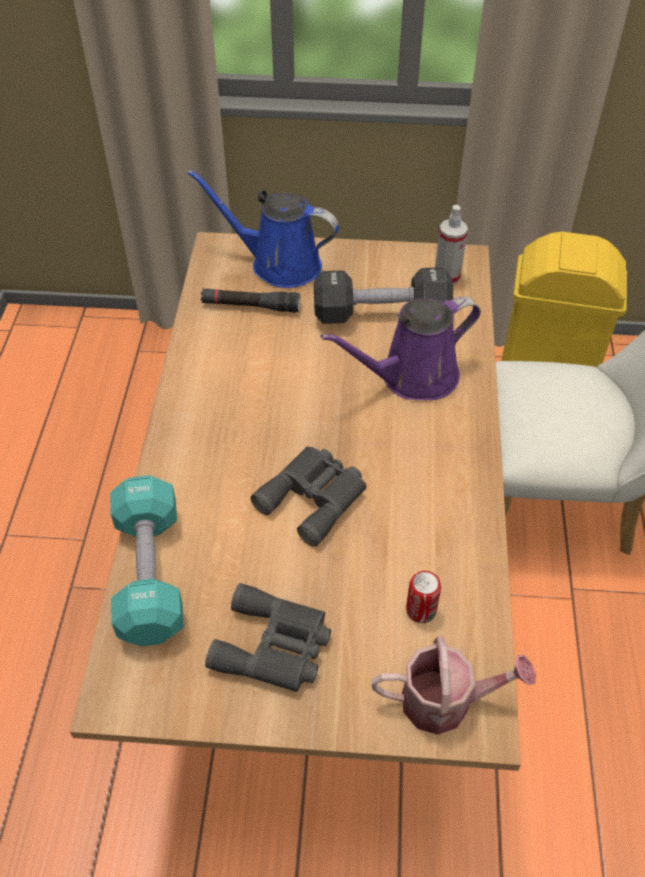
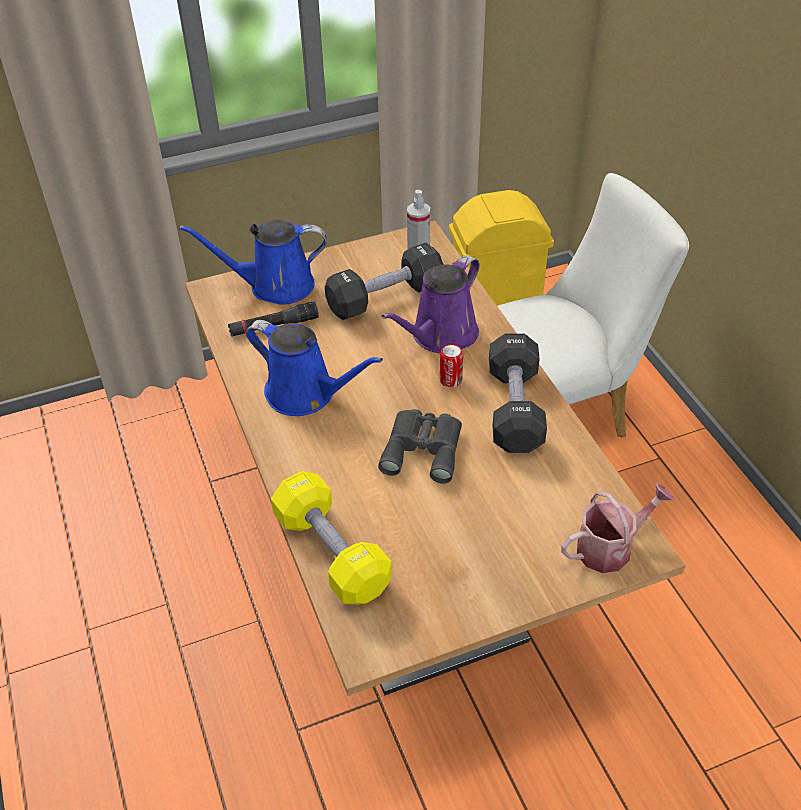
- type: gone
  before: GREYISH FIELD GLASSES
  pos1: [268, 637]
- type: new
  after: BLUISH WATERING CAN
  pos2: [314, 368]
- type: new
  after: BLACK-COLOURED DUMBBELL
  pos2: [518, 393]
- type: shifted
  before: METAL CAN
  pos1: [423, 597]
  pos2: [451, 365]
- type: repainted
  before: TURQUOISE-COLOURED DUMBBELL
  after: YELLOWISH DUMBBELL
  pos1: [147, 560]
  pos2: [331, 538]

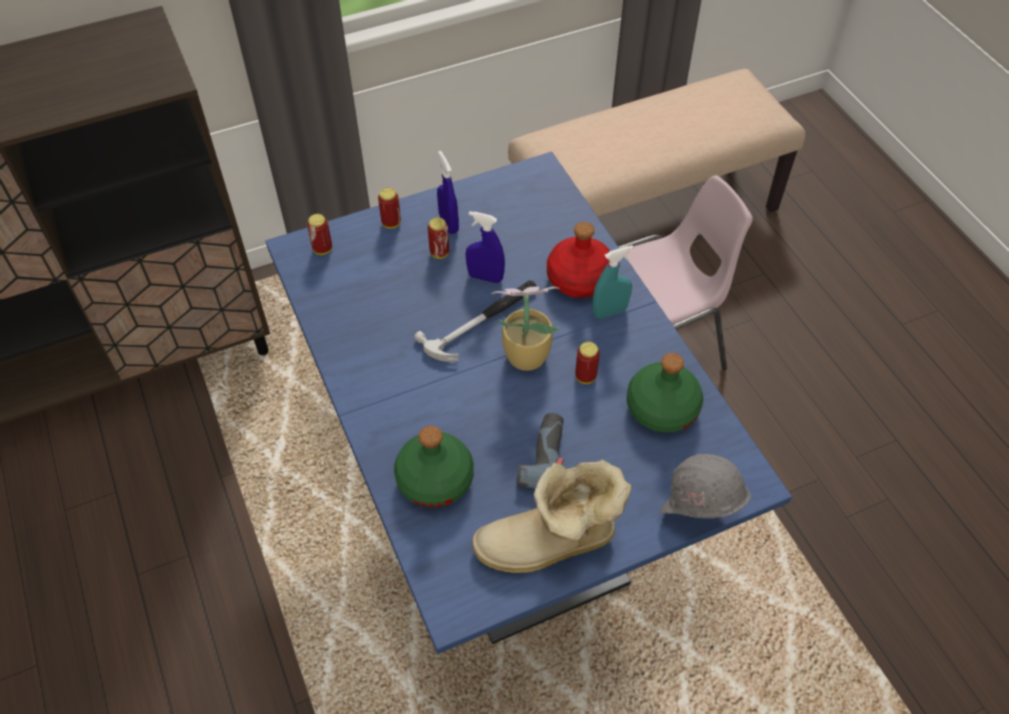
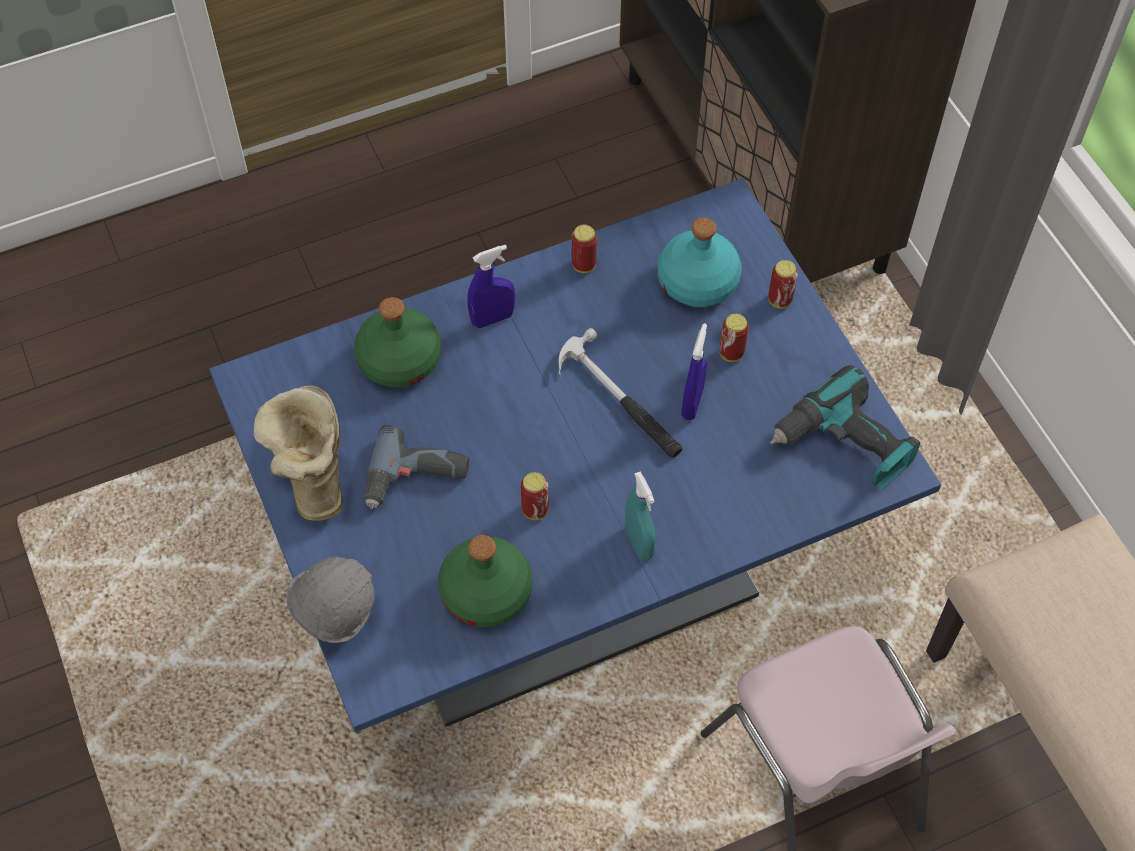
- type: gone
  before: HOUSEPLANT
  pos1: [526, 328]
- type: gone
  before: RED-COLOURED BEVERAGE BOTTLE
  pos1: [578, 260]
- type: new
  after: TURQUOISE-COLOURED BEVERAGE BOTTLE
  pos2: [700, 262]
- type: new
  after: POWER DRILL
  pos2: [845, 427]
- type: shifted
  before: METAL CAN
  pos1: [319, 234]
  pos2: [584, 249]
- type: shifted
  before: BLUISH SPRAYER
  pos1: [448, 192]
  pos2: [491, 286]

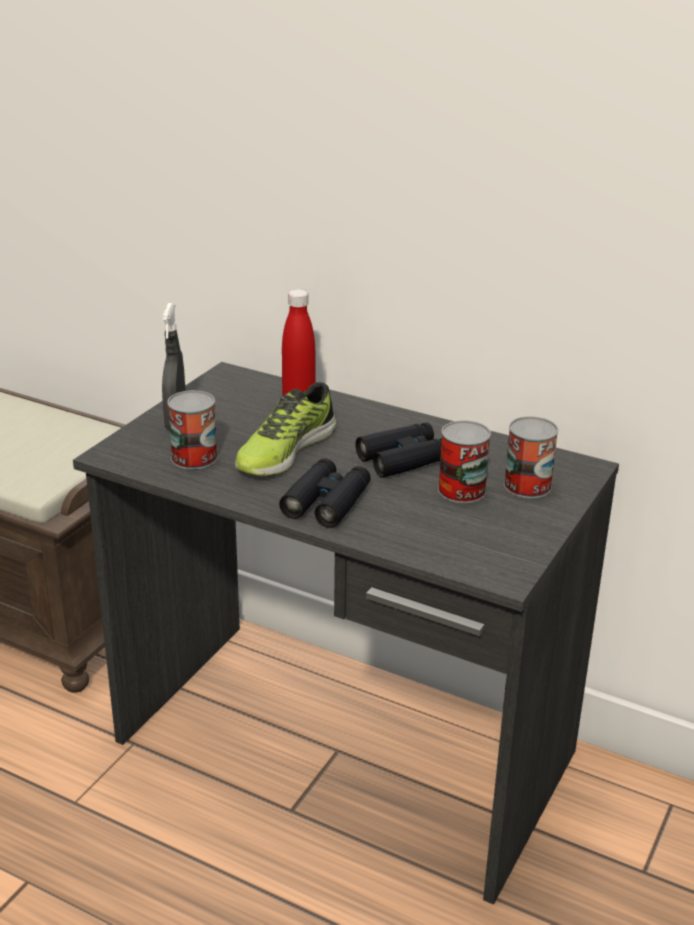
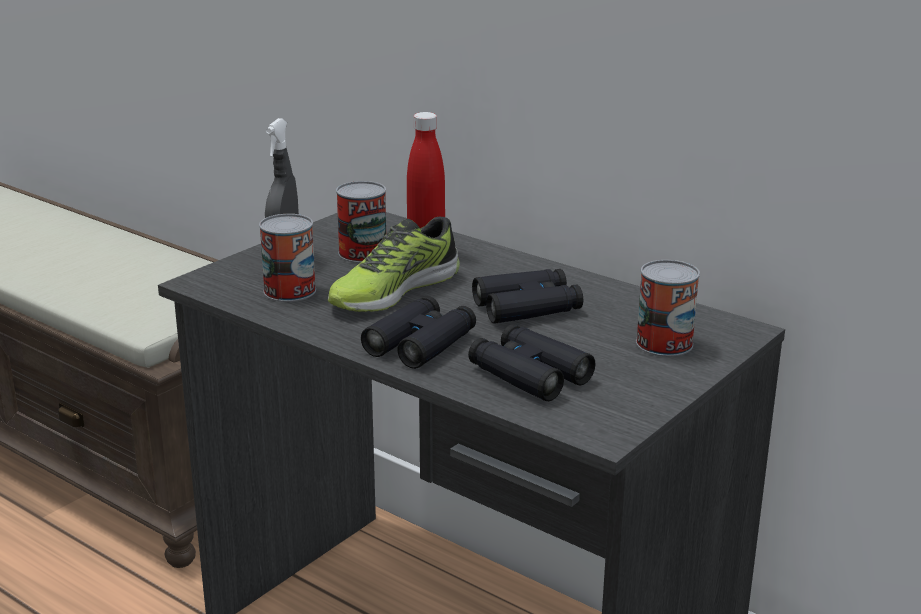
- type: new
  after: BLACK-COLOURED FIELD GLASSES
  pos2: [532, 362]
- type: shifted
  before: METAL CAN
  pos1: [464, 461]
  pos2: [361, 222]

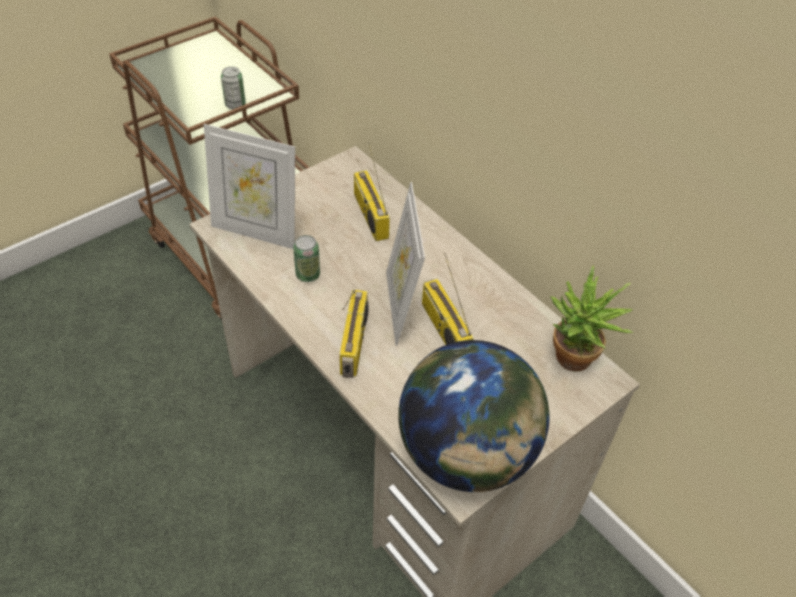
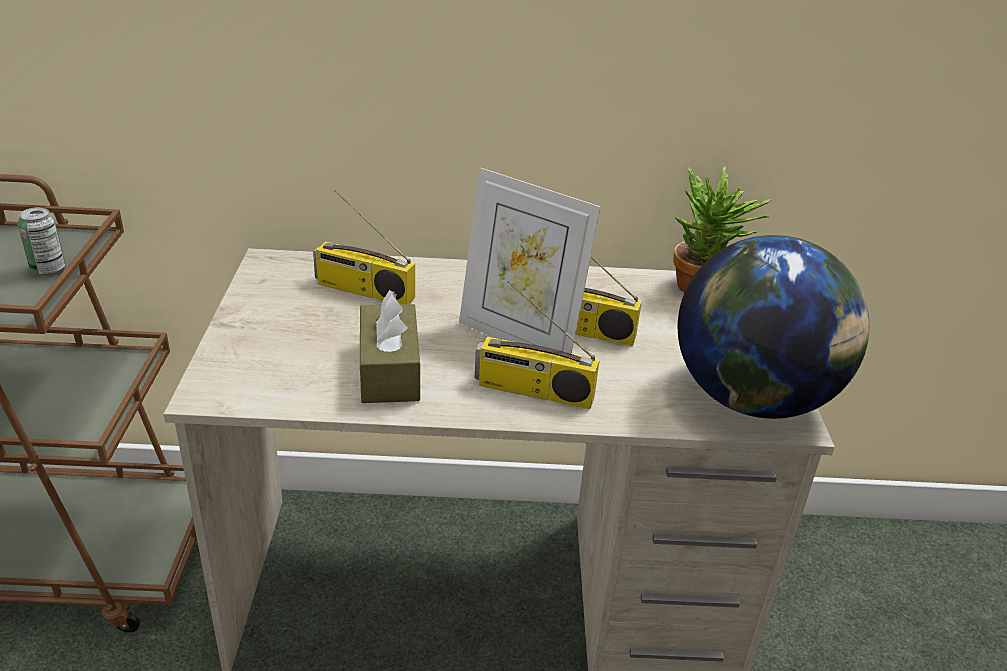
- type: gone
  before: PHOTO FRAME
  pos1: [249, 186]
- type: swapped
  before: METAL CAN
  after: BROWNISH TISSUE BOX
  pos1: [306, 258]
  pos2: [390, 346]
- type: rotated
  before: RADIO SET
  pos1: [353, 334]
  pos2: [537, 344]
  turn: 150

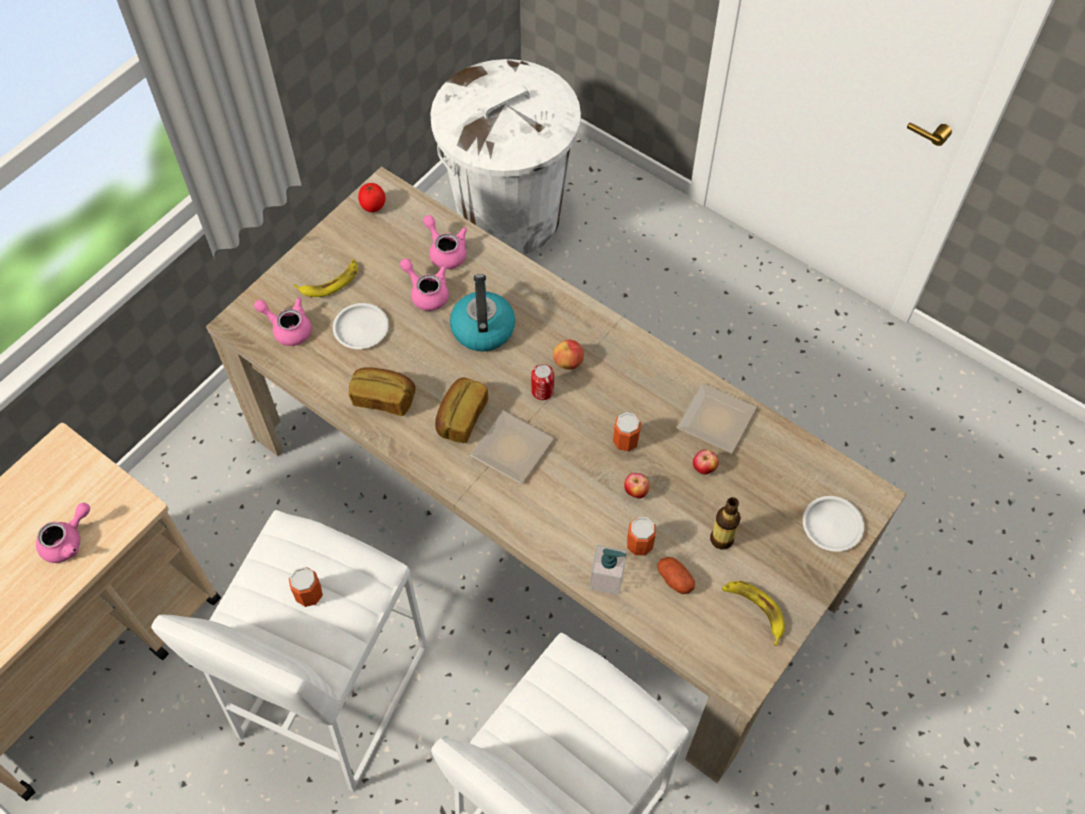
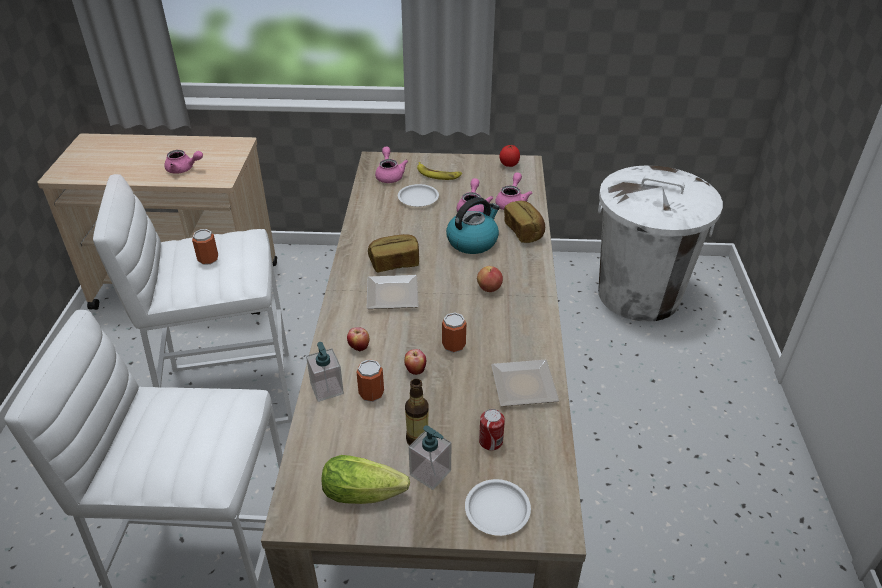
- type: gone
  before: SPUD
  pos1: [676, 575]
- type: new
  after: SOAP DISPENSER
  pos2: [430, 457]
- type: shifted
  before: BREAD
  pos1: [382, 392]
  pos2: [524, 222]
- type: shifted
  before: METAL CAN
  pos1: [542, 382]
  pos2: [492, 430]
- type: shifted
  before: APPLE FRUIT
  pos1: [706, 462]
  pos2: [358, 339]
- type: swapped
  before: BANANA FRUIT
  after: LETTUCE
  pos1: [753, 613]
  pos2: [365, 479]

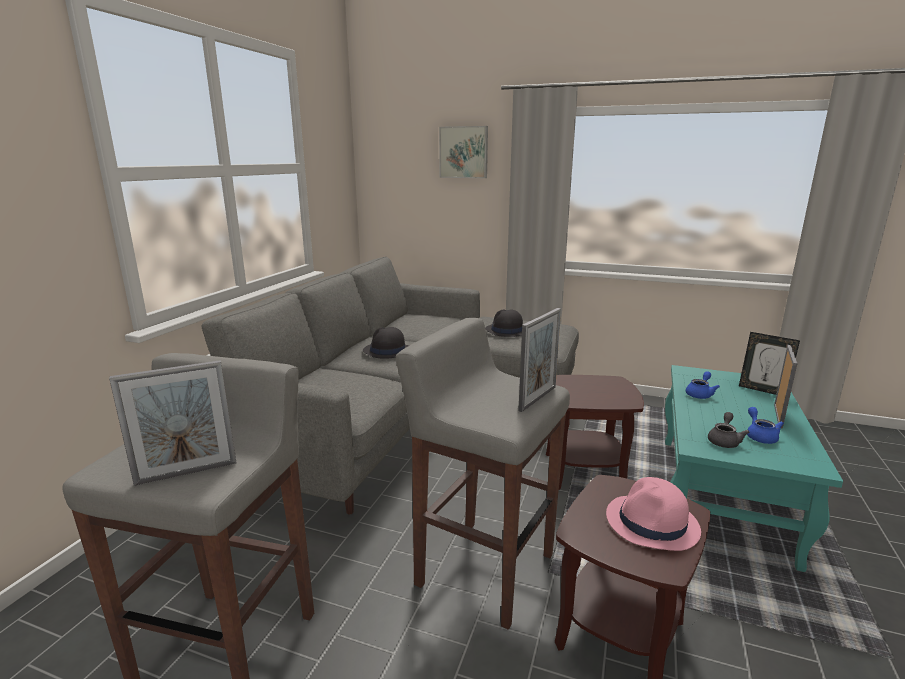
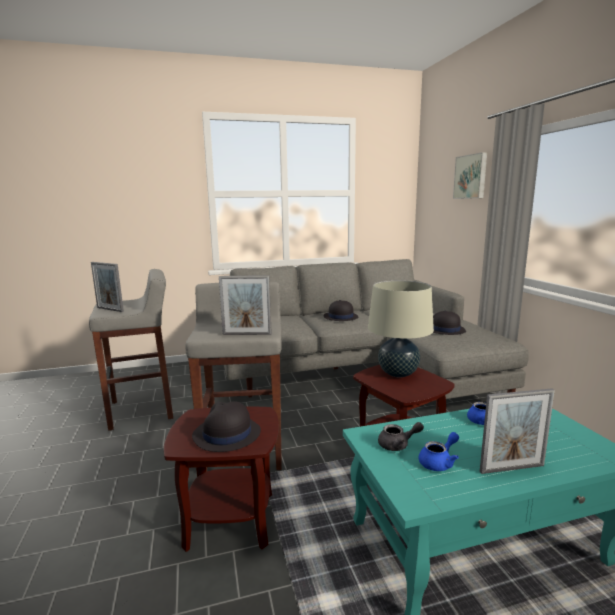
- type: gone
  before: PHOTO FRAME
  pos1: [769, 363]
- type: new
  after: SAND-COLOURED LAMP FOR A TABLE
  pos2: [401, 329]
- type: repainted
  before: PINKISH HAT
  after: BLACK-COLOURED HAT
  pos1: [653, 514]
  pos2: [226, 426]

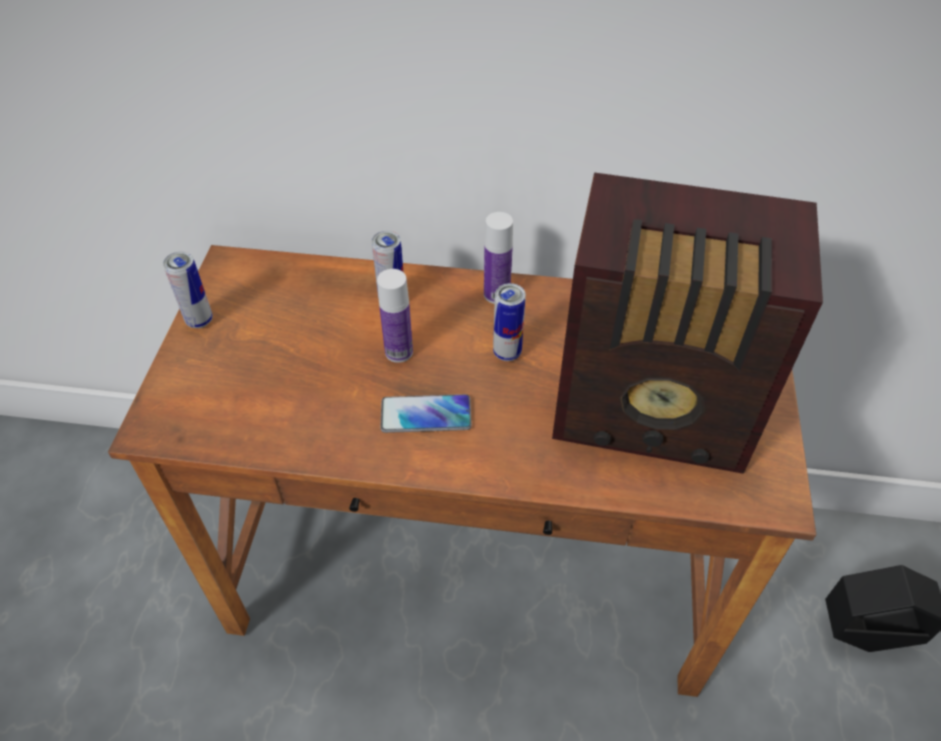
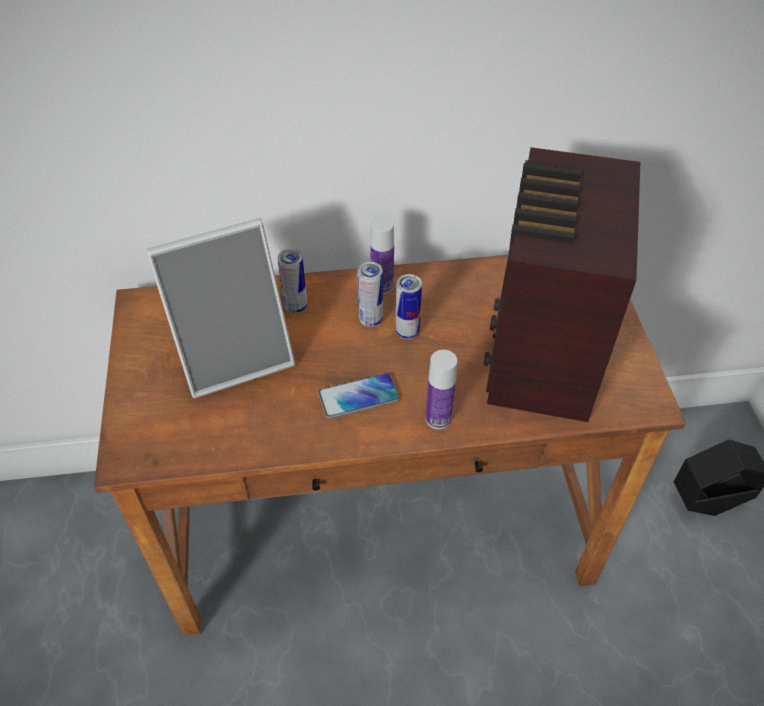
- type: new
  after: PHOTO FRAME
  pos2: [220, 308]
- type: shifted
  before: METAL CAN
  pos1: [188, 289]
  pos2: [370, 294]
- type: shifted
  before: BEVERAGE BOTTLE
  pos1: [395, 316]
  pos2: [441, 389]
- type: rotated
  before: RADIO SET
  pos1: [687, 323]
  pos2: [562, 284]
  turn: 105

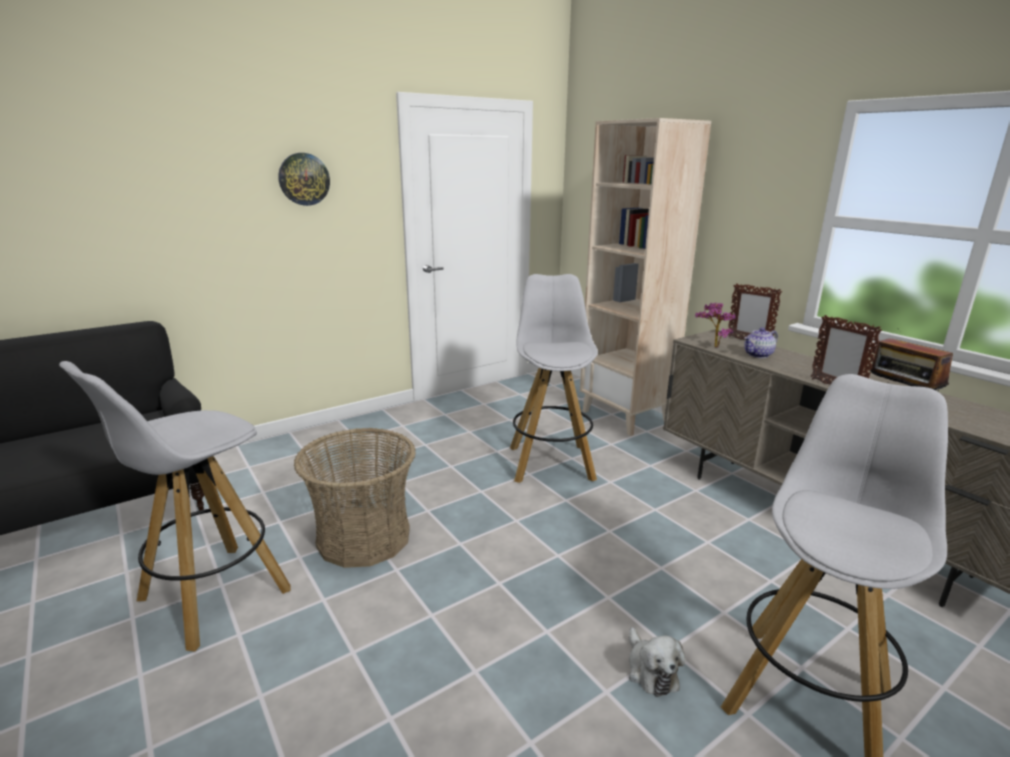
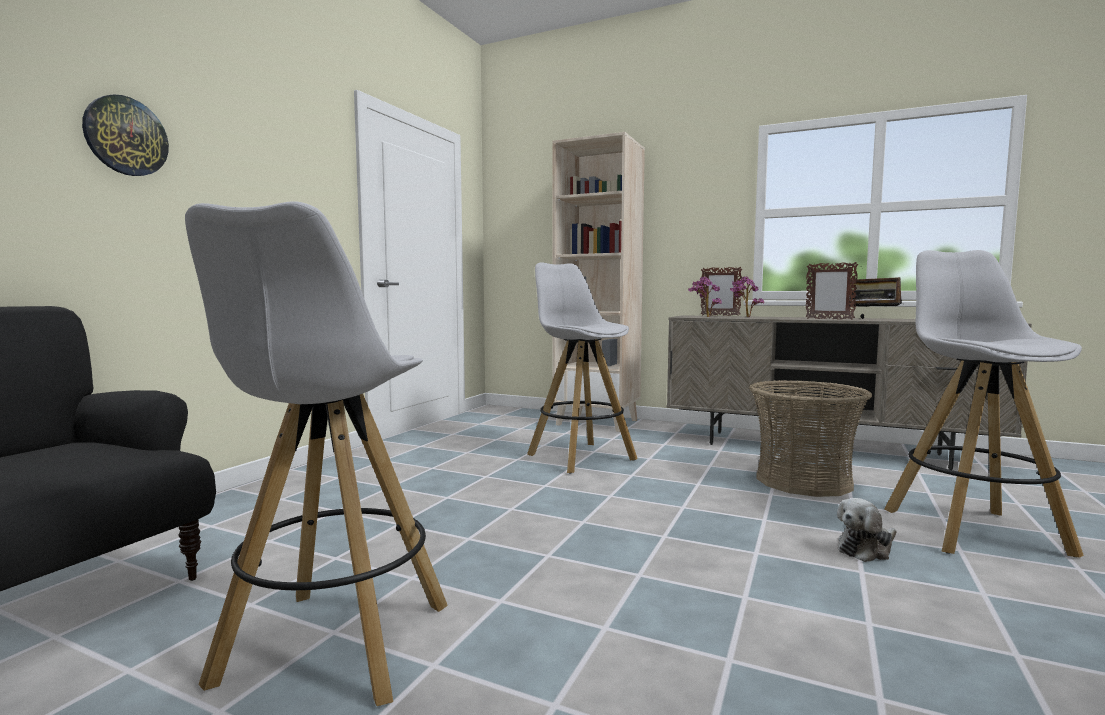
- type: shifted
  before: CLOCK ON THE WALL
  pos1: [304, 179]
  pos2: [125, 135]
- type: shifted
  before: HOUSEHOLD BASKET
  pos1: [355, 498]
  pos2: [810, 438]
- type: swapped
  before: POT FOR TEA
  after: HOUSEPLANT
  pos1: [761, 343]
  pos2: [747, 297]
- type: rotated
  before: CUDDLY TOY
  pos1: [657, 662]
  pos2: [866, 530]
  turn: 105

